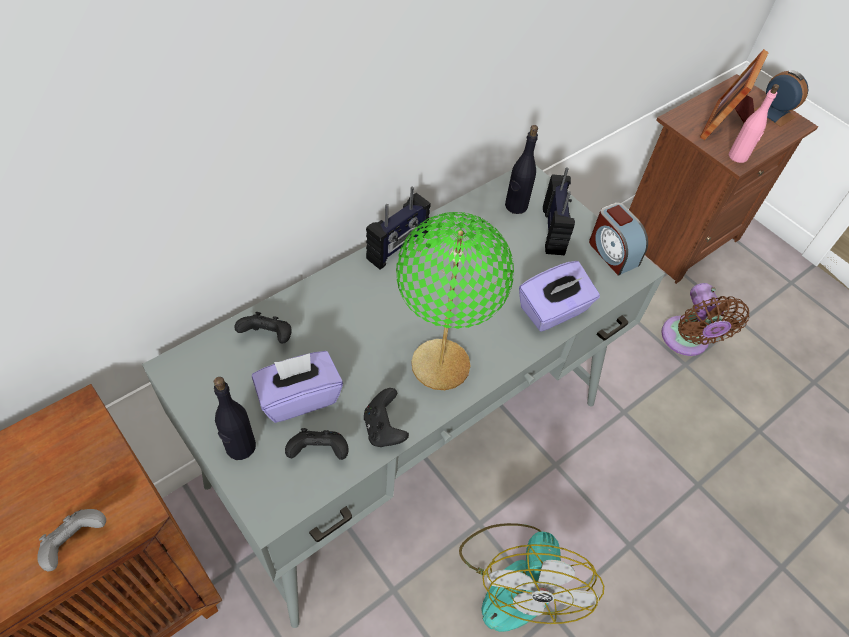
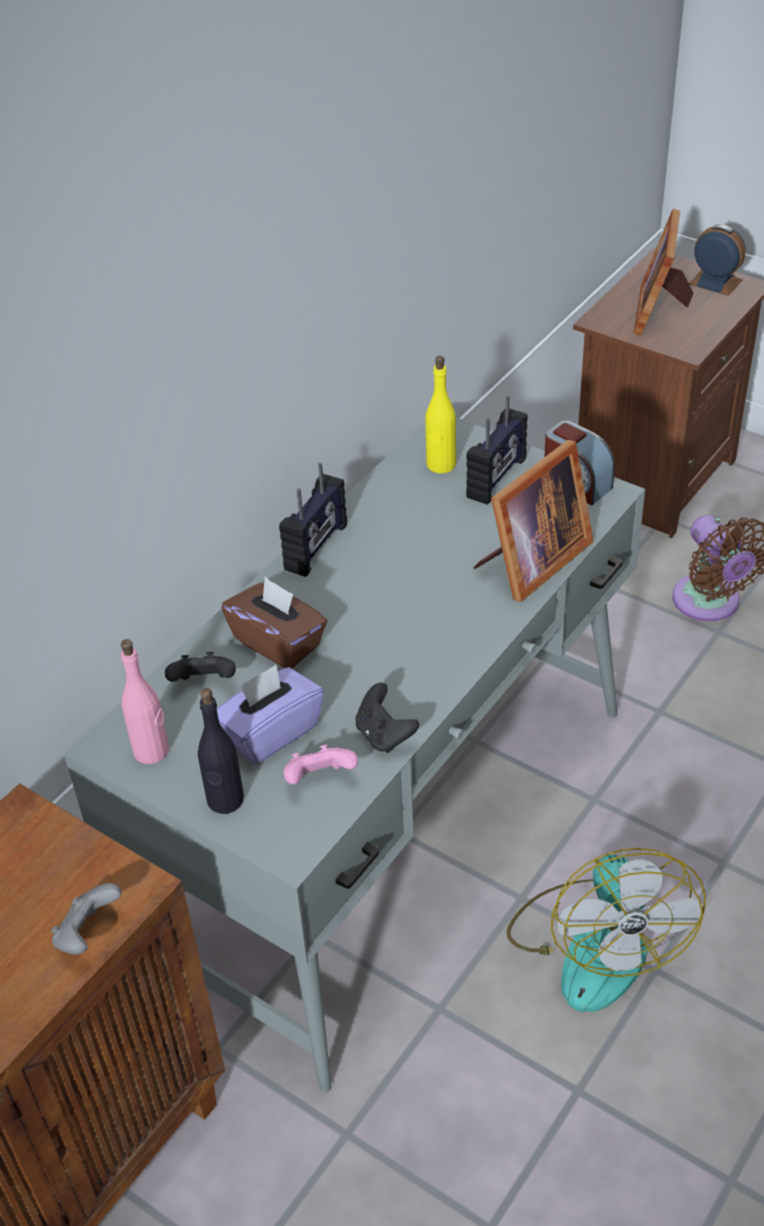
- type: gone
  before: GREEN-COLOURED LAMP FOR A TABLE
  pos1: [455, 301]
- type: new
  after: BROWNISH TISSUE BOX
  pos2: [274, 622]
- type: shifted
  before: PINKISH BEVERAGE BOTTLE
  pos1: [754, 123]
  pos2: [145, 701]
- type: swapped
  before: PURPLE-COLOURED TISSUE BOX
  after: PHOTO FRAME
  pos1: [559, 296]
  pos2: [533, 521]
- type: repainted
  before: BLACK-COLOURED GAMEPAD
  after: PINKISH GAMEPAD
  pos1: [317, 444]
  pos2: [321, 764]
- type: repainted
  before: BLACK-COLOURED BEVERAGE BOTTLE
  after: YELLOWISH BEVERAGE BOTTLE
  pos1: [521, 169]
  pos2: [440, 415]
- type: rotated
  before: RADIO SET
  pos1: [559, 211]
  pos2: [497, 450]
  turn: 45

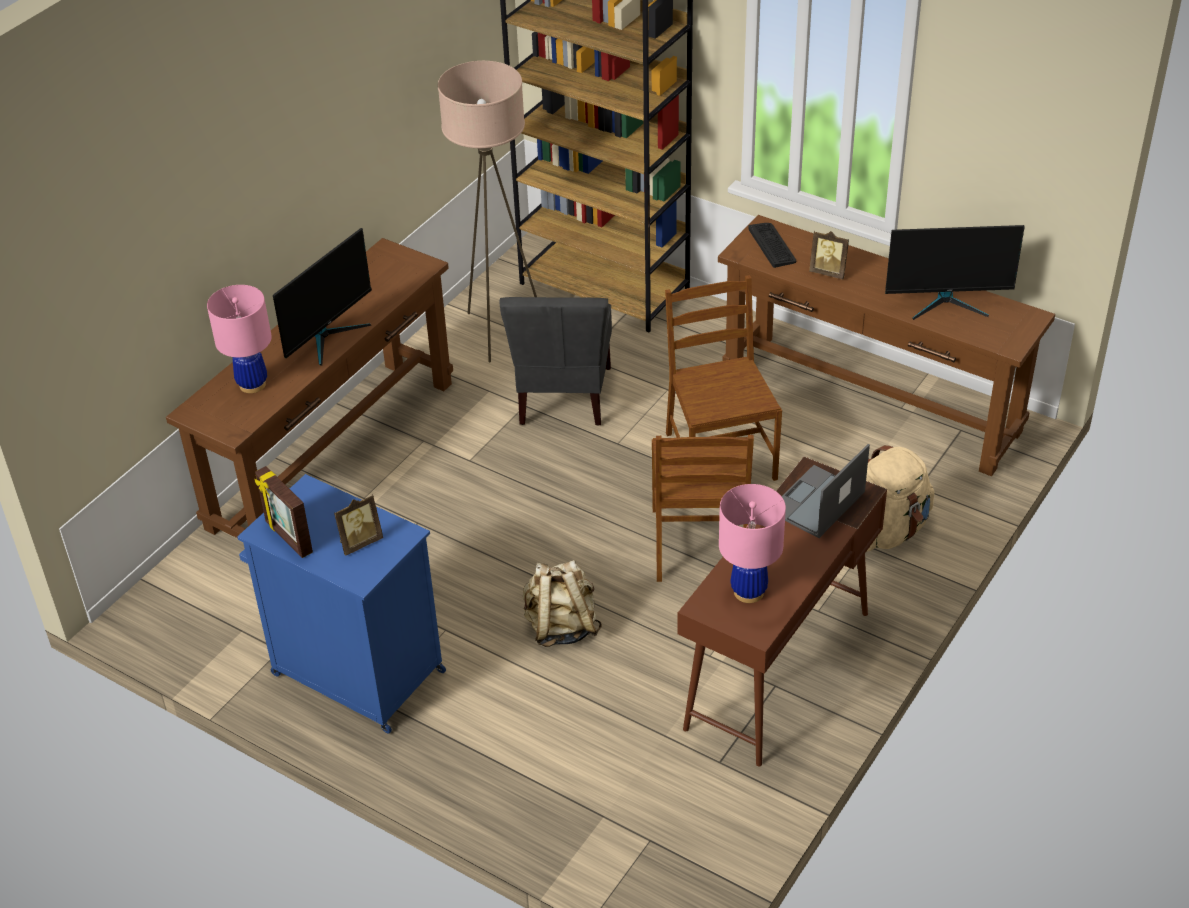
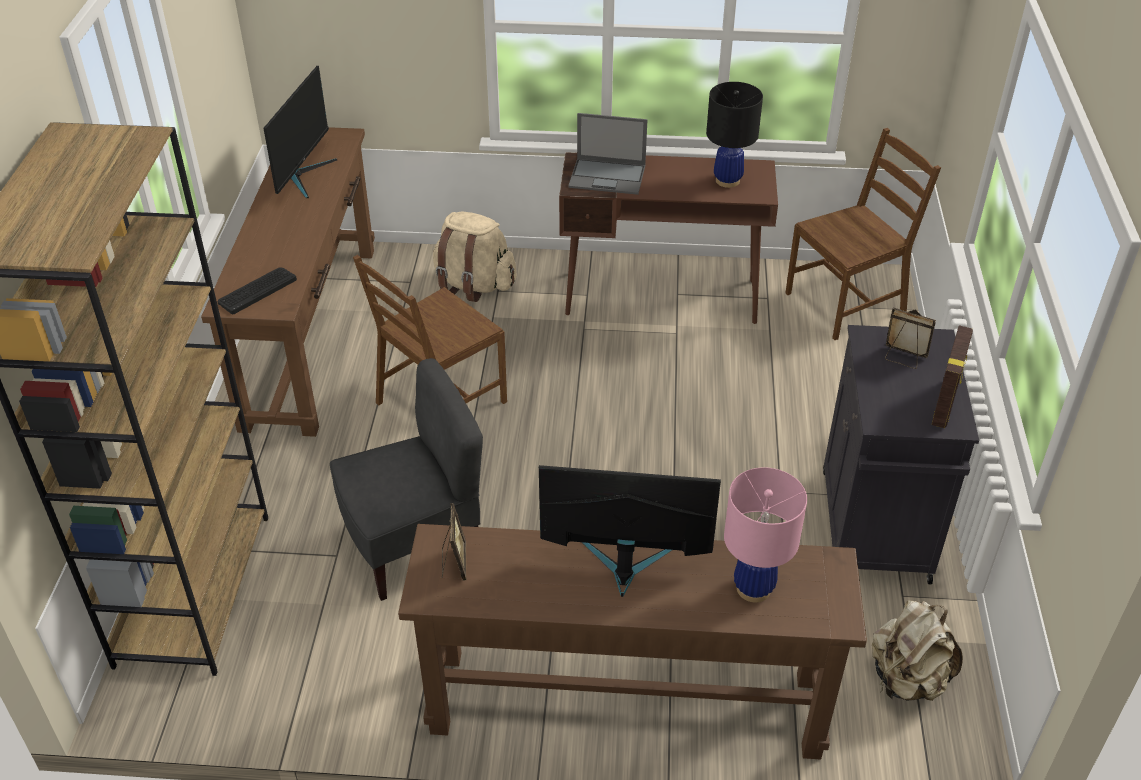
- type: gone
  before: SAND-COLOURED FLOOR LAMP
  pos1: [487, 211]
- type: shifted
  before: SAND-COLOURED BACKPACK
  pos1: [562, 603]
  pos2: [917, 650]
- type: shifted
  before: BROWNISH PLAIN CHAIR
  pos1: [703, 508]
  pos2: [863, 234]
- type: shifted
  before: PHOTO FRAME
  pos1: [829, 255]
  pos2: [454, 542]
- type: repainted
  before: BLUISH CUPBOARD
  after: BLACK-COLOURED CUPBOARD
  pos1: [341, 604]
  pos2: [901, 454]
- type: repainted
  before: PINKISH LAMP FOR A TABLE
  after: BLACK-COLOURED LAMP FOR A TABLE
  pos1: [752, 543]
  pos2: [734, 135]
- type: rotated
  before: COMPUTER DISPLAY
  pos1: [955, 272]
  pos2: [300, 132]
  turn: 45

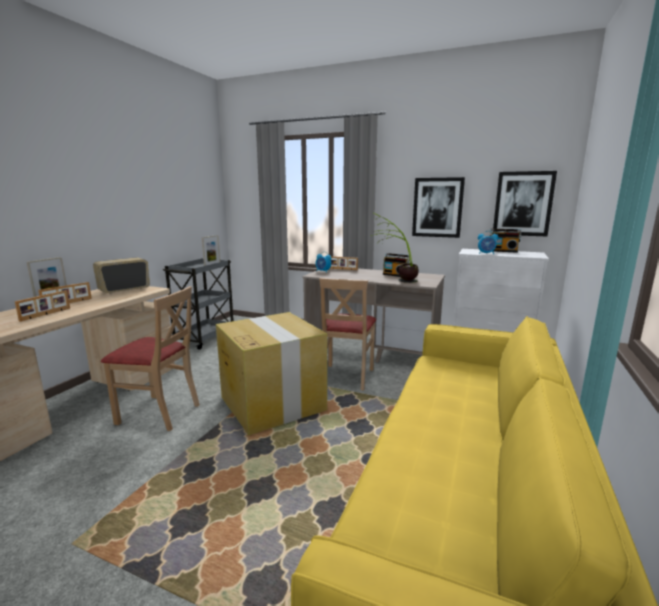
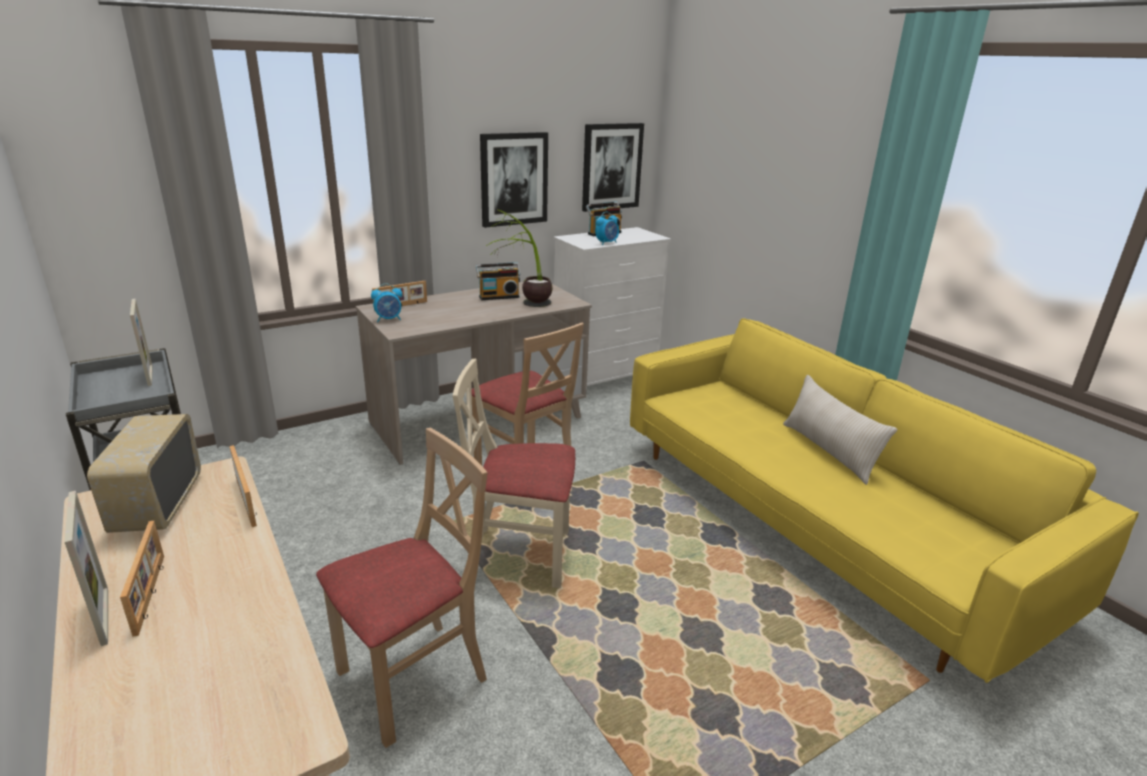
- type: new
  after: SAND-COLOURED PILLOW
  pos2: [840, 430]
- type: shifted
  before: PHOTO FRAME
  pos1: [42, 306]
  pos2: [243, 486]
- type: swapped
  before: CARDBOARD BOX
  after: SAND-COLOURED PLAIN CHAIR
  pos1: [271, 373]
  pos2: [514, 473]

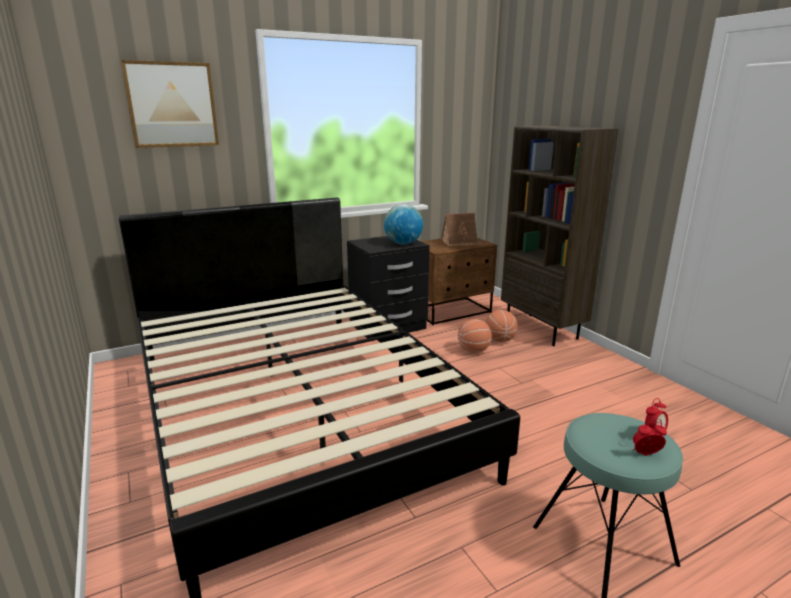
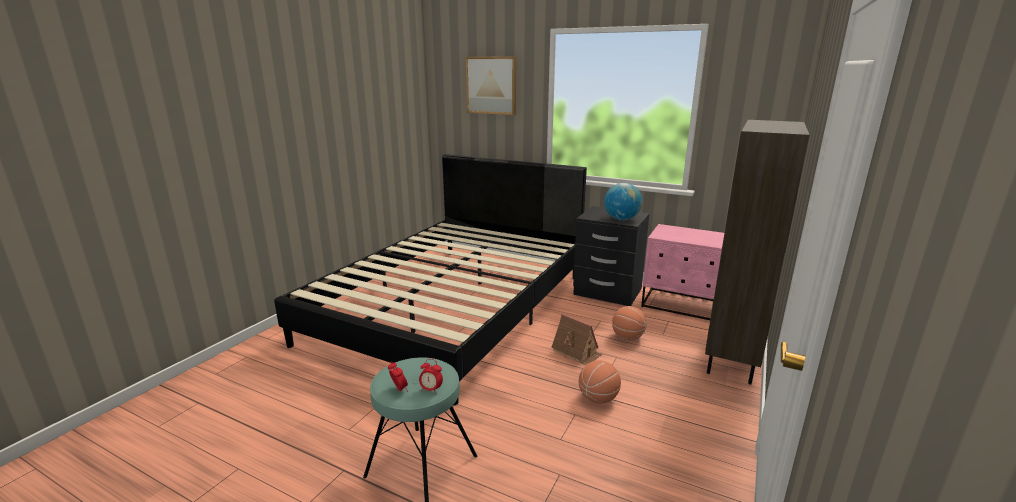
- type: shifted
  before: TOY HOUSE
  pos1: [461, 230]
  pos2: [577, 339]
- type: shifted
  before: BASKETBALL
  pos1: [501, 326]
  pos2: [600, 382]
- type: repainted
  before: BROWNISH NIGHTSTAND
  after: PINKISH NIGHTSTAND
  pos1: [459, 282]
  pos2: [682, 272]

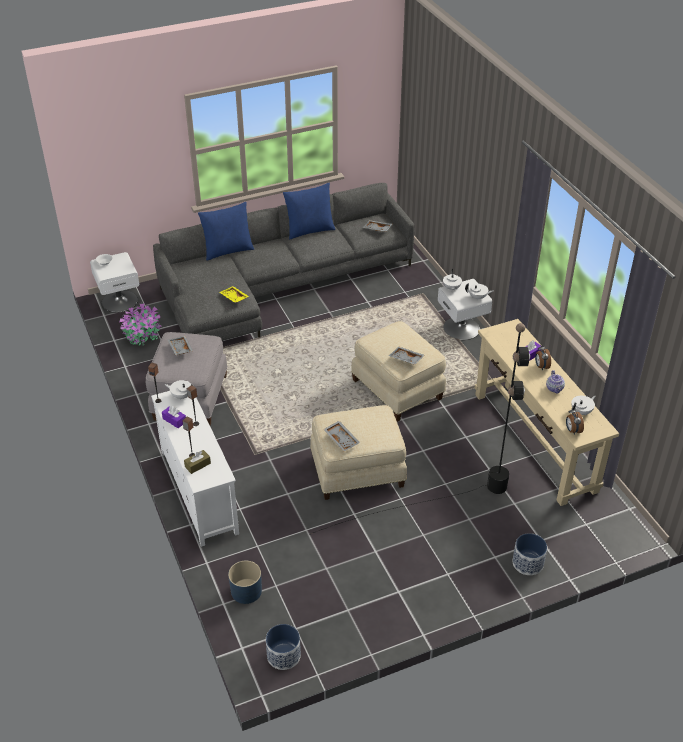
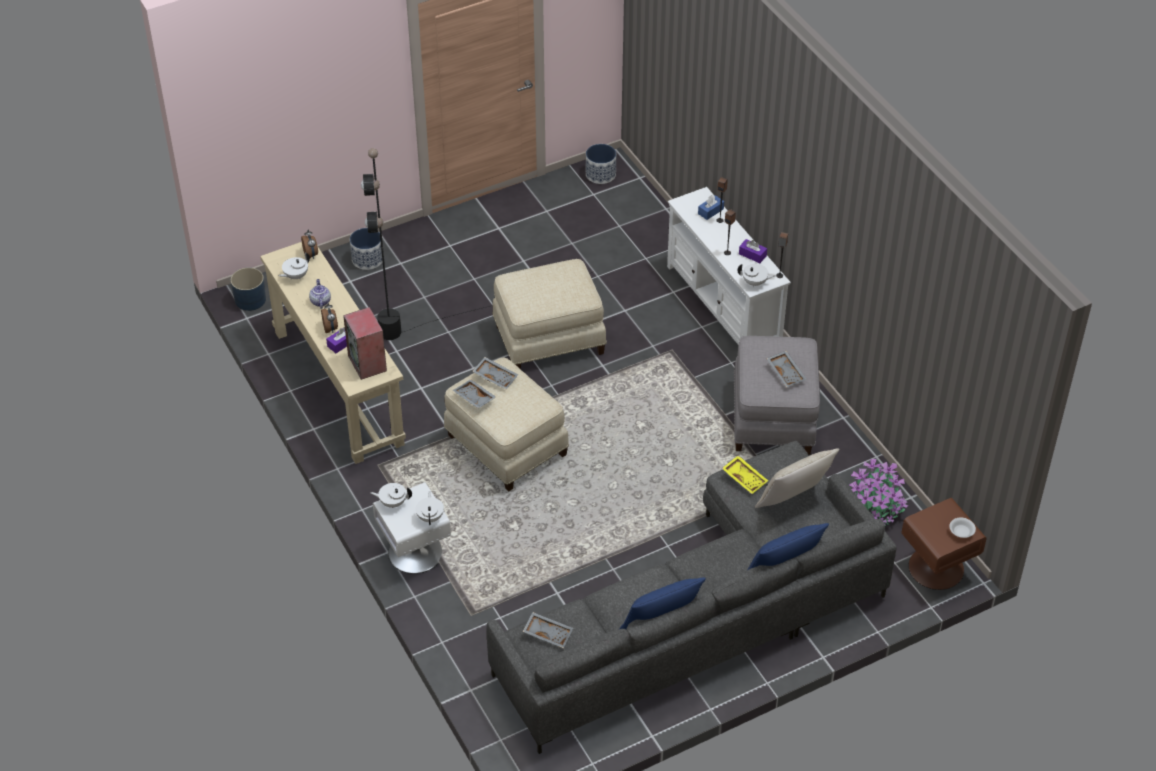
- type: new
  after: LOUDSPEAKER
  pos2: [365, 343]
- type: new
  after: SAND-COLOURED PILLOW
  pos2: [797, 478]
- type: shifted
  before: BLUISH PLANTER
  pos1: [245, 582]
  pos2: [248, 289]
- type: shifted
  before: GREYISH CARRYING TRAY
  pos1: [341, 436]
  pos2: [474, 394]
- type: repainted
  before: WHITISH NIGHTSTAND
  after: BROWNISH NIGHTSTAND
  pos1: [114, 282]
  pos2: [944, 544]
- type: repainted
  before: BROWNISH TISSUE BOX
  after: BLUISH TISSUE BOX
  pos1: [197, 462]
  pos2: [711, 207]

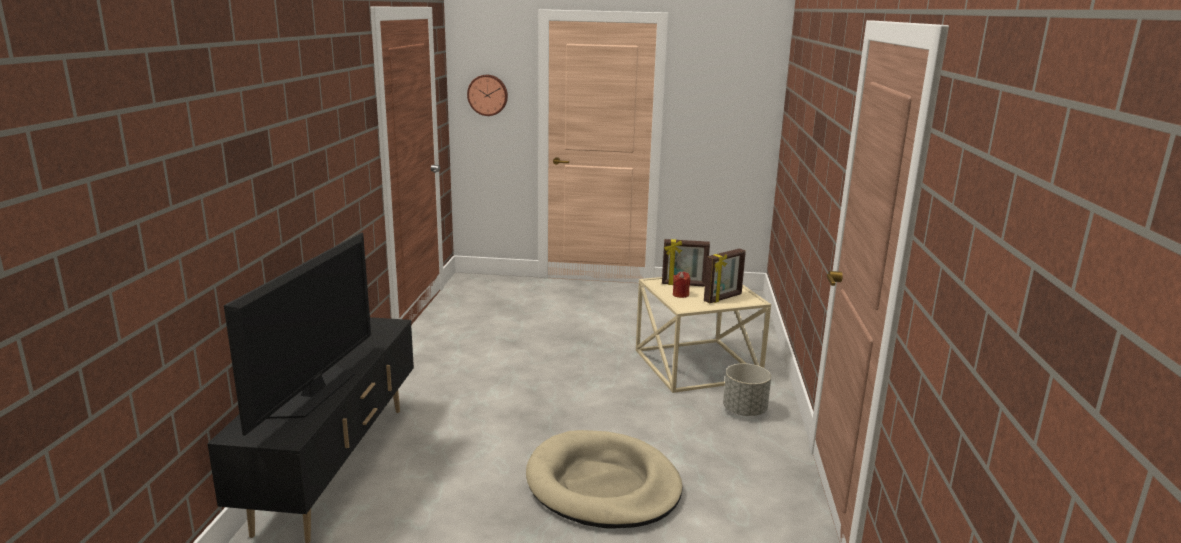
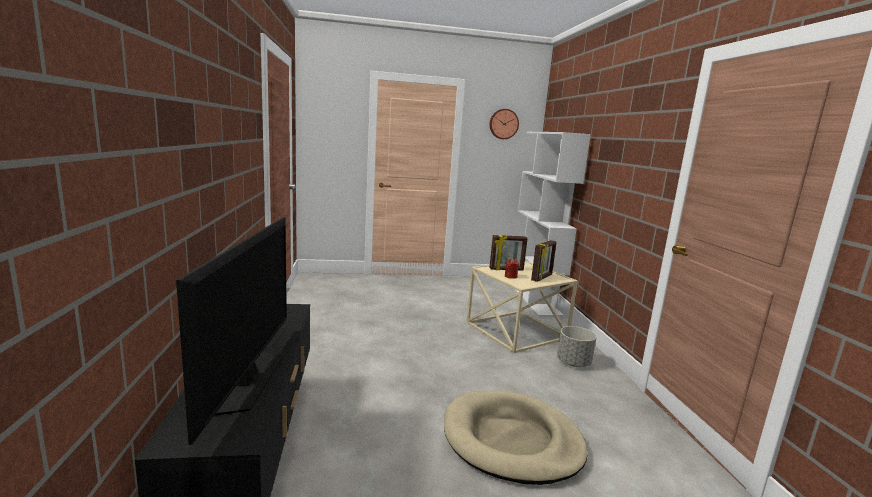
- type: new
  after: WHITISH BOOKSHELF
  pos2: [552, 224]
- type: shifted
  before: CLOCK ON THE WALL
  pos1: [487, 95]
  pos2: [504, 124]

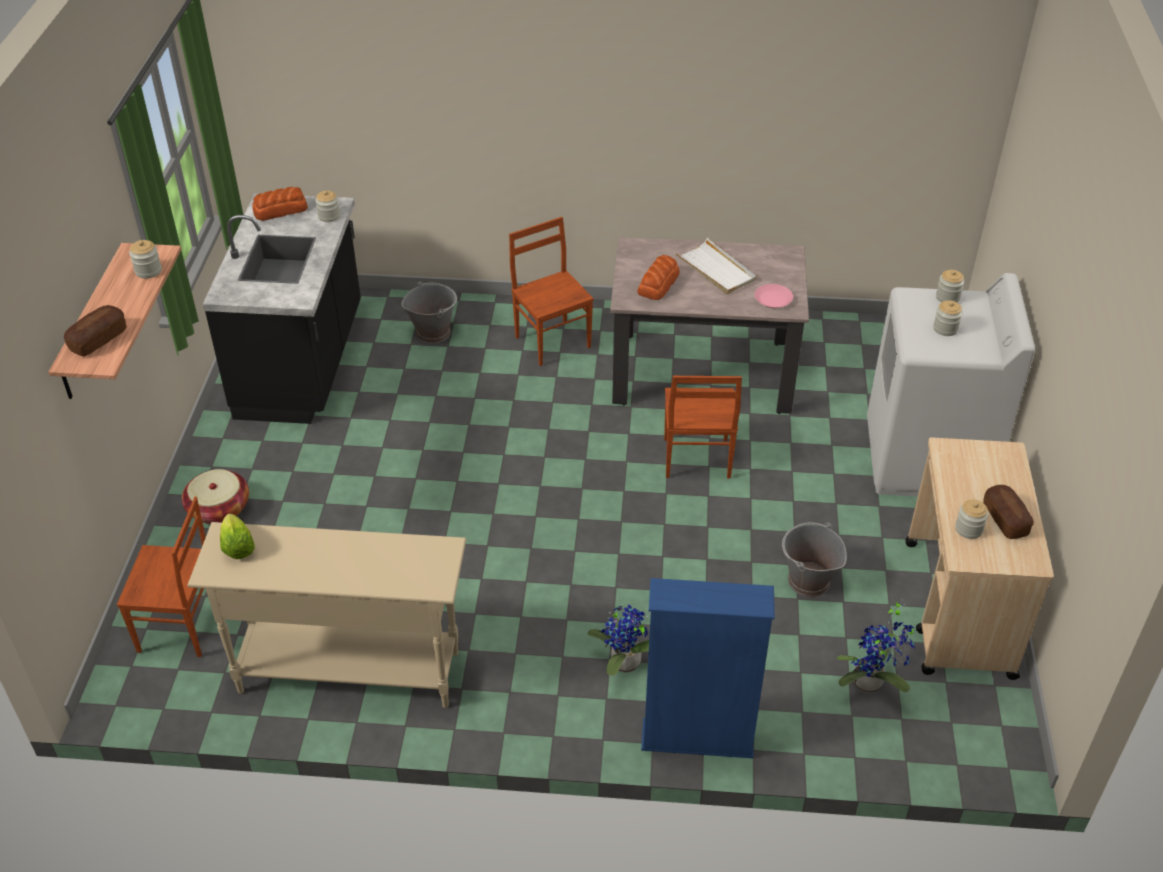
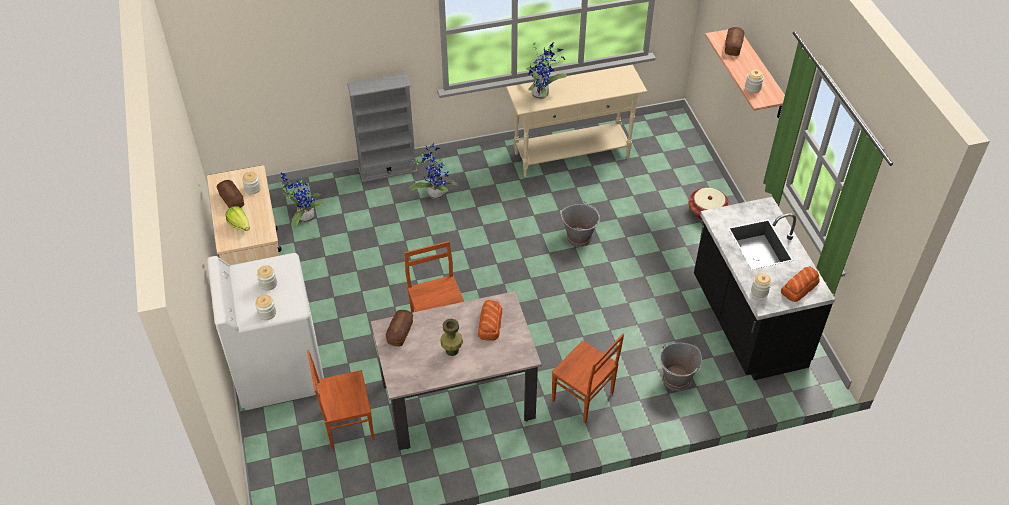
- type: new
  after: HOUSEPLANT
  pos2: [546, 70]
- type: shifted
  before: BROWNISH PLAIN CHAIR
  pos1: [161, 577]
  pos2: [340, 399]
- type: shifted
  before: LETTUCE
  pos1: [237, 536]
  pos2: [237, 218]
- type: shifted
  before: GREYISH WATER BUCKET
  pos1: [814, 559]
  pos2: [580, 224]
- type: swapped
  before: WHITISH CARRYING TRAY
  after: GREEN-COLOURED DECORATIVE VASE
  pos1: [716, 266]
  pos2: [451, 337]
- type: swapped
  before: PINKISH FLAT DISH
  after: BREAD
  pos1: [774, 296]
  pos2: [399, 328]
- type: repainted
  before: BLUISH BOOKSHELF
  after: GREYISH BOOKSHELF
  pos1: [708, 668]
  pos2: [382, 127]

